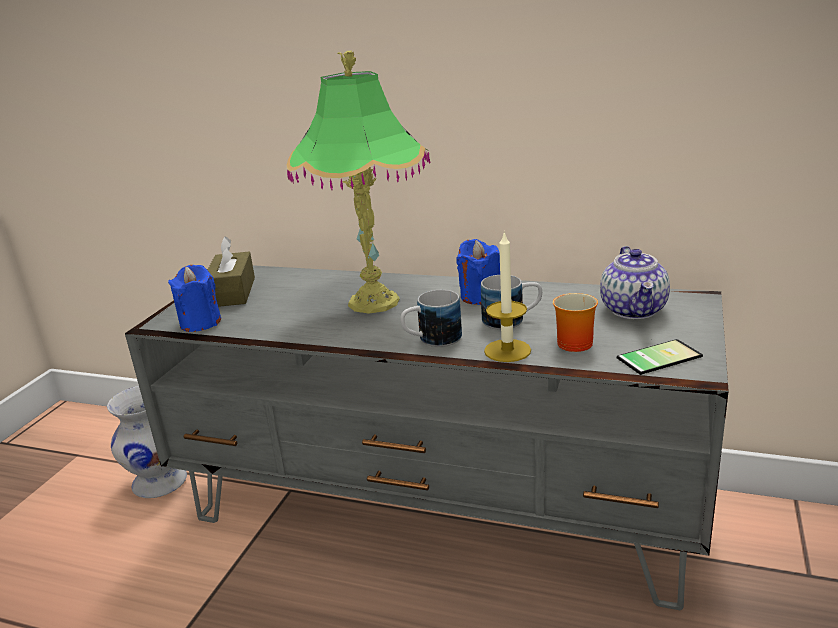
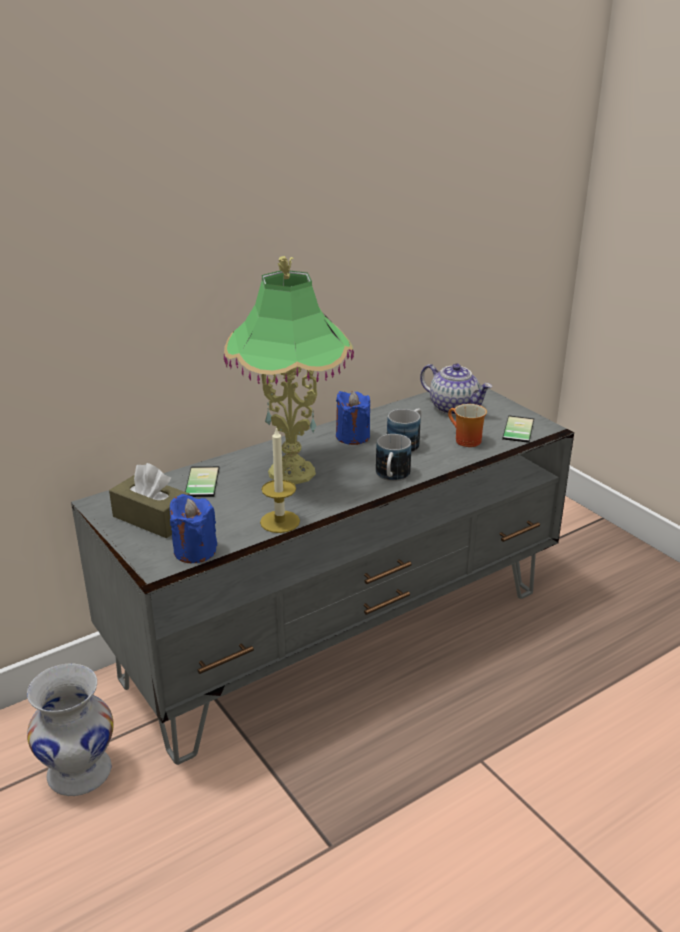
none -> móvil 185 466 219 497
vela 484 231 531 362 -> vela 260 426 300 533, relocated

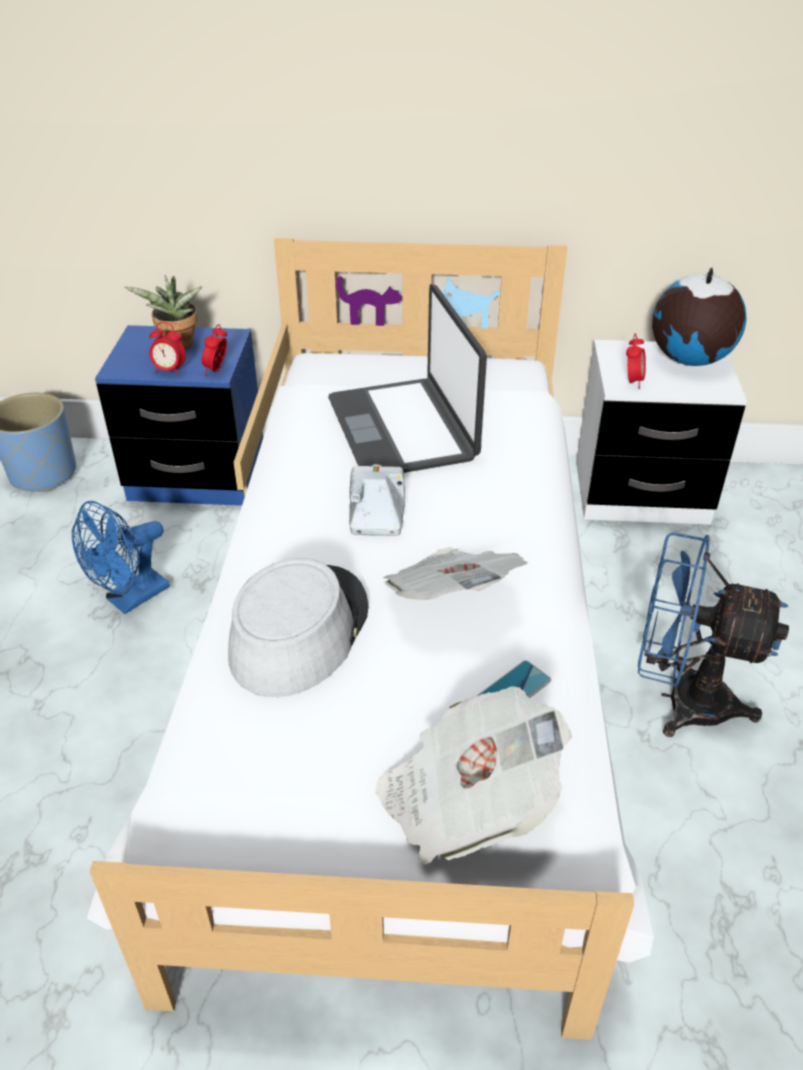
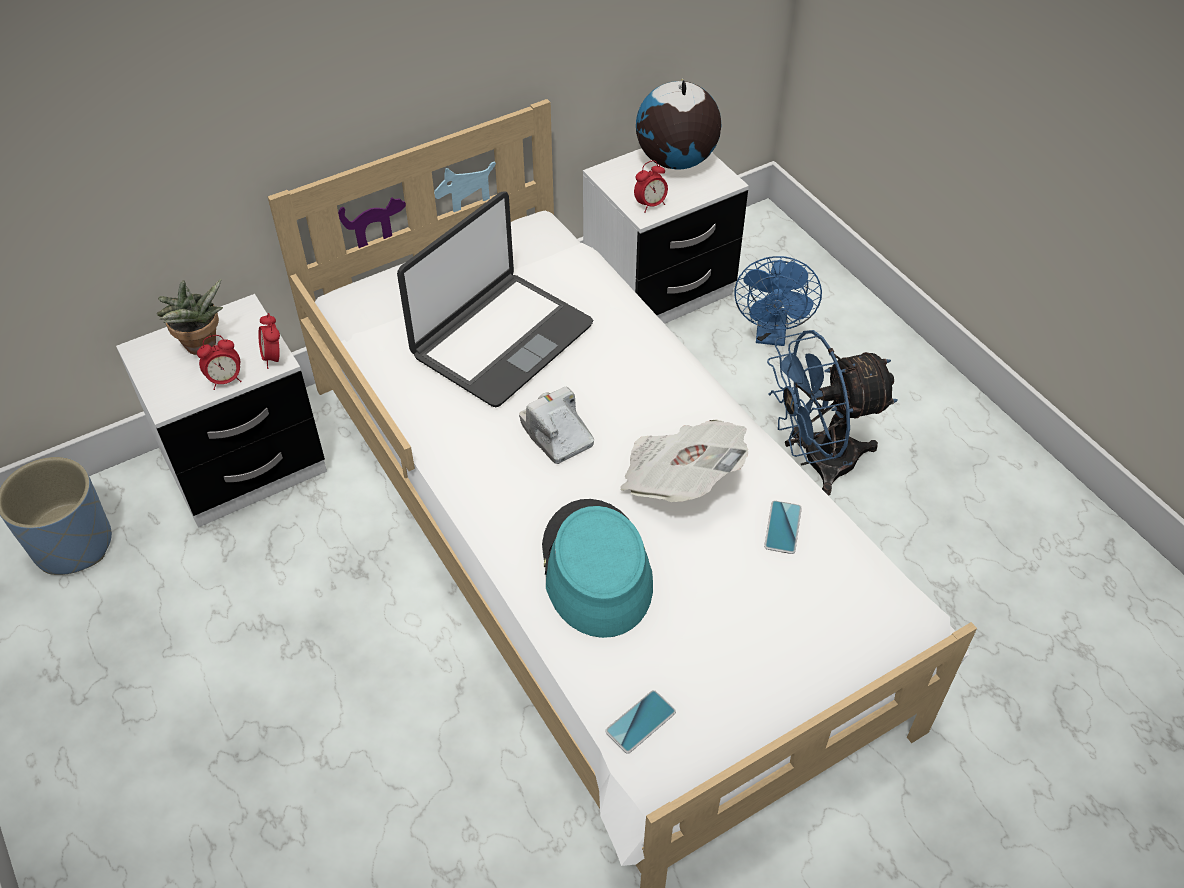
mesita de noche [azul] 95 325 263 506 -> mesita de noche [blanco] 116 294 327 528
portátil 328 284 487 473 -> portátil 397 191 593 407, 90 degrees counterclockwise
sombrero [gris] 228 558 369 697 -> sombrero [turquesa] 542 499 653 638
none -> móvil 605 690 676 754
despertador 626 333 646 389 -> despertador 634 161 668 213, 75 degrees clockwise
ventilador [azul] 72 501 170 614 -> ventilador [azul] 734 256 822 346, relocated
periódico 375 686 572 864 -> none

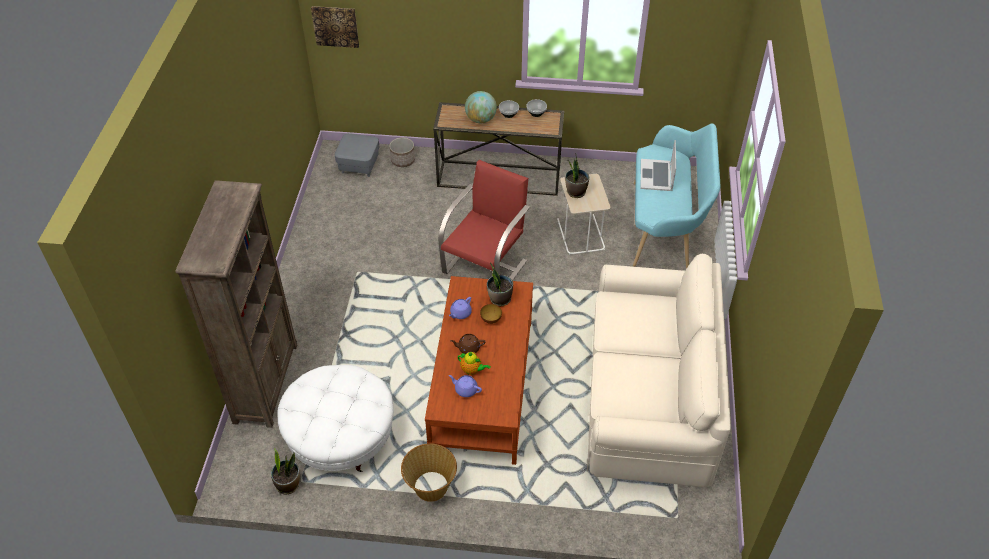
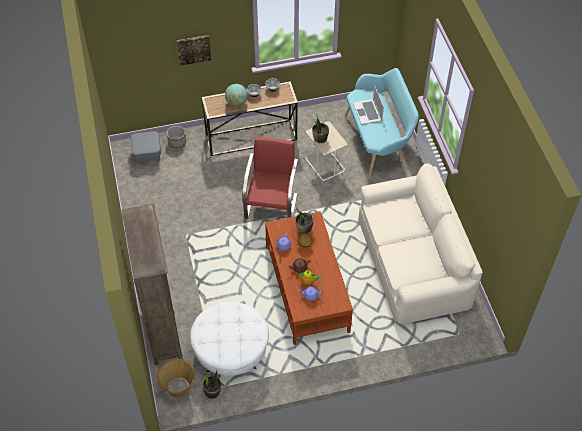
cesta 401 443 457 502 -> cesta 157 359 195 398, relocated
cuadro 311 6 359 48 -> cuadro 177 35 211 66, relocated

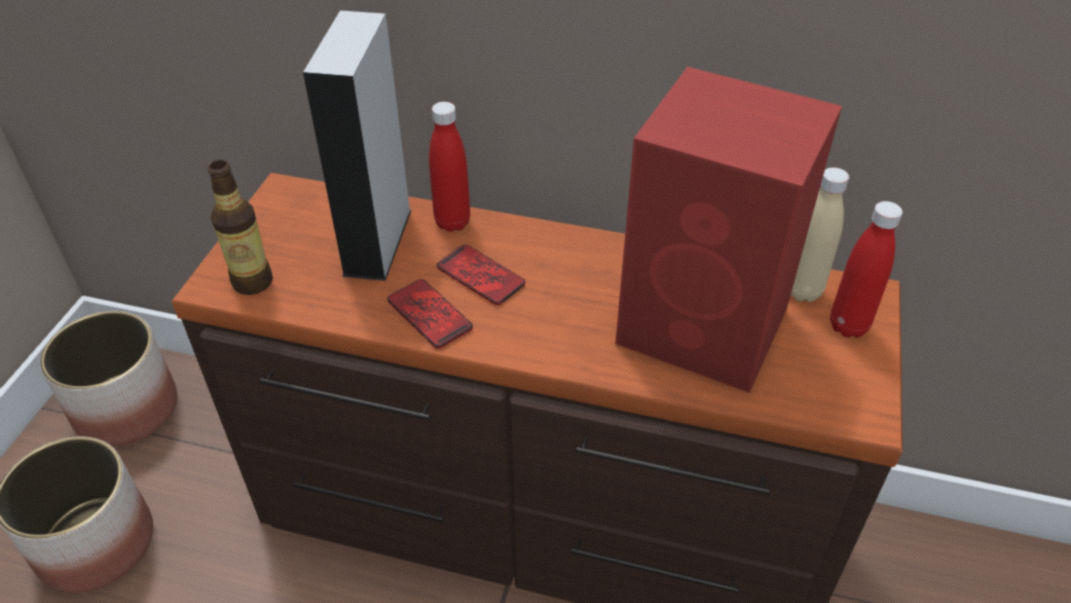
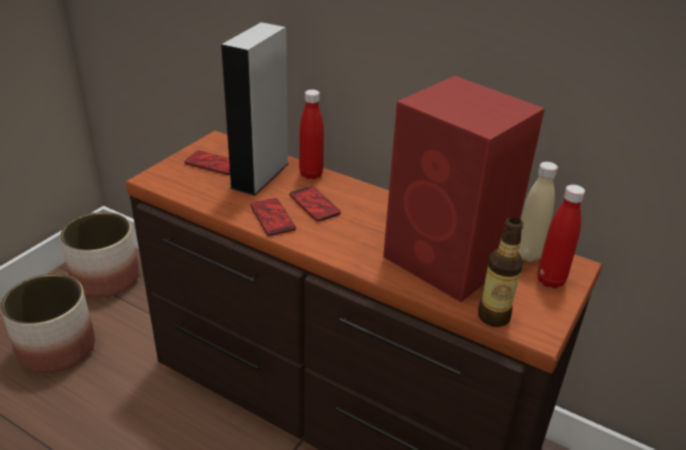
none -> móvil 184 151 230 175
botella 207 160 273 295 -> botella 478 217 524 327, relocated

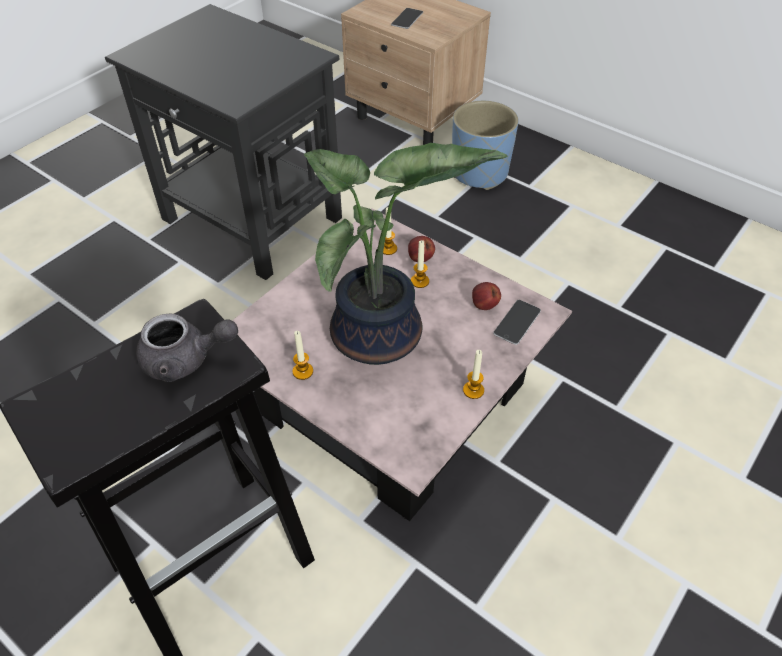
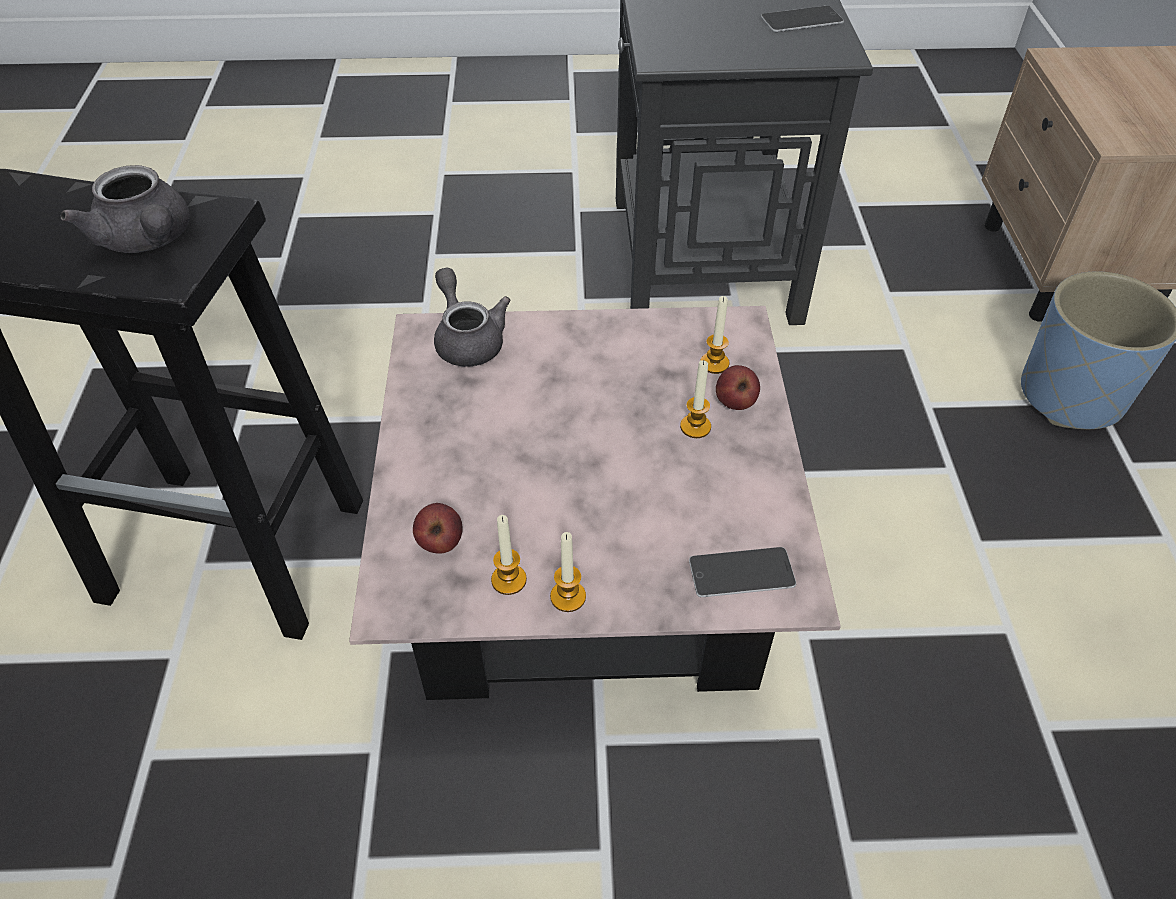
manzana 472 282 501 310 -> manzana 413 503 463 554, relocated
none -> tetera [gris] 434 267 511 367
vela 293 331 313 380 -> vela 491 515 527 595, relocated
móvil 391 8 423 29 -> móvil 761 6 844 32, relocated
planta en maceta 304 143 508 365 -> none

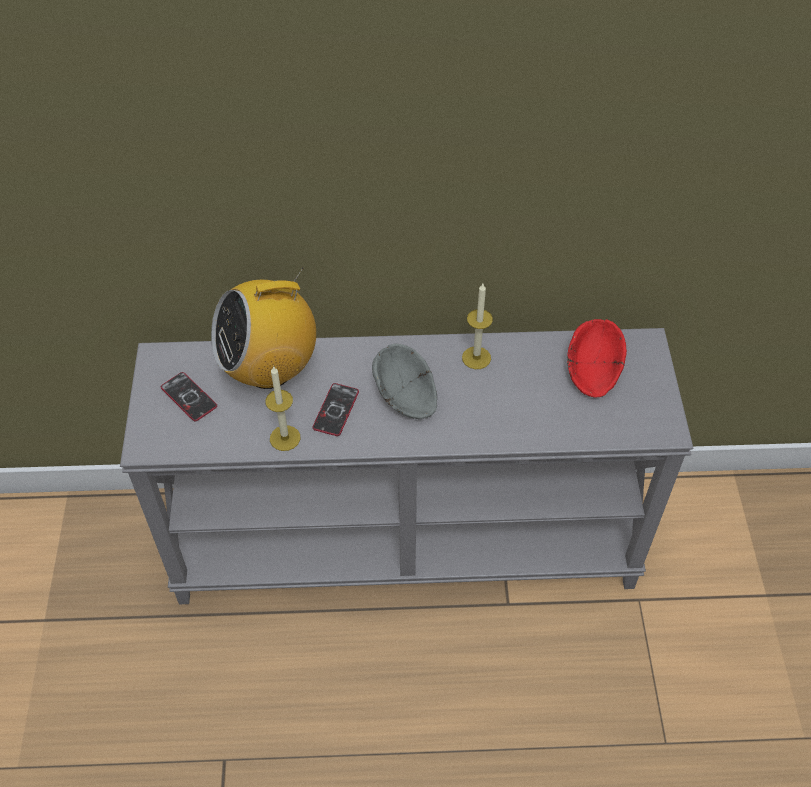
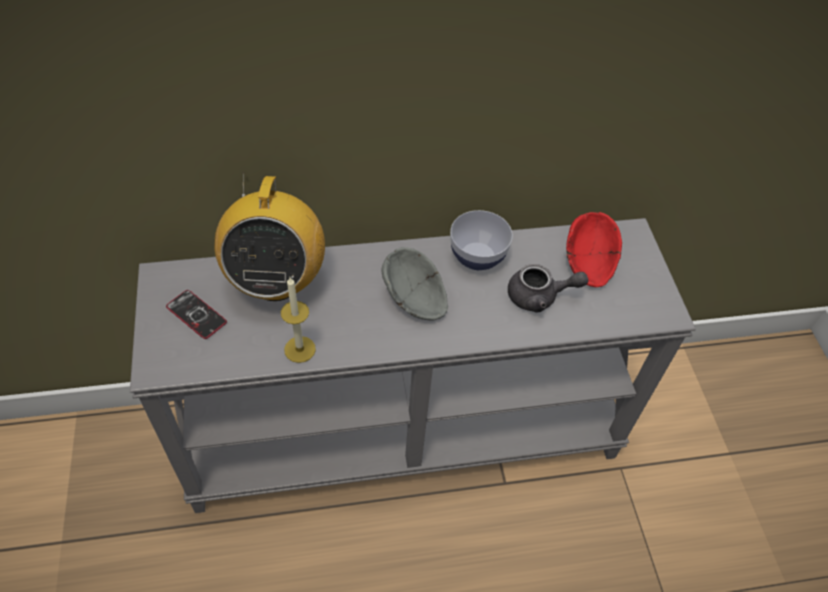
radio 211 267 316 389 -> radio 214 172 325 301, 60 degrees counterclockwise
vela 462 284 493 369 -> cuenco 450 210 513 270
none -> tetera [gris] 508 264 589 312
móvil 312 383 359 436 -> none

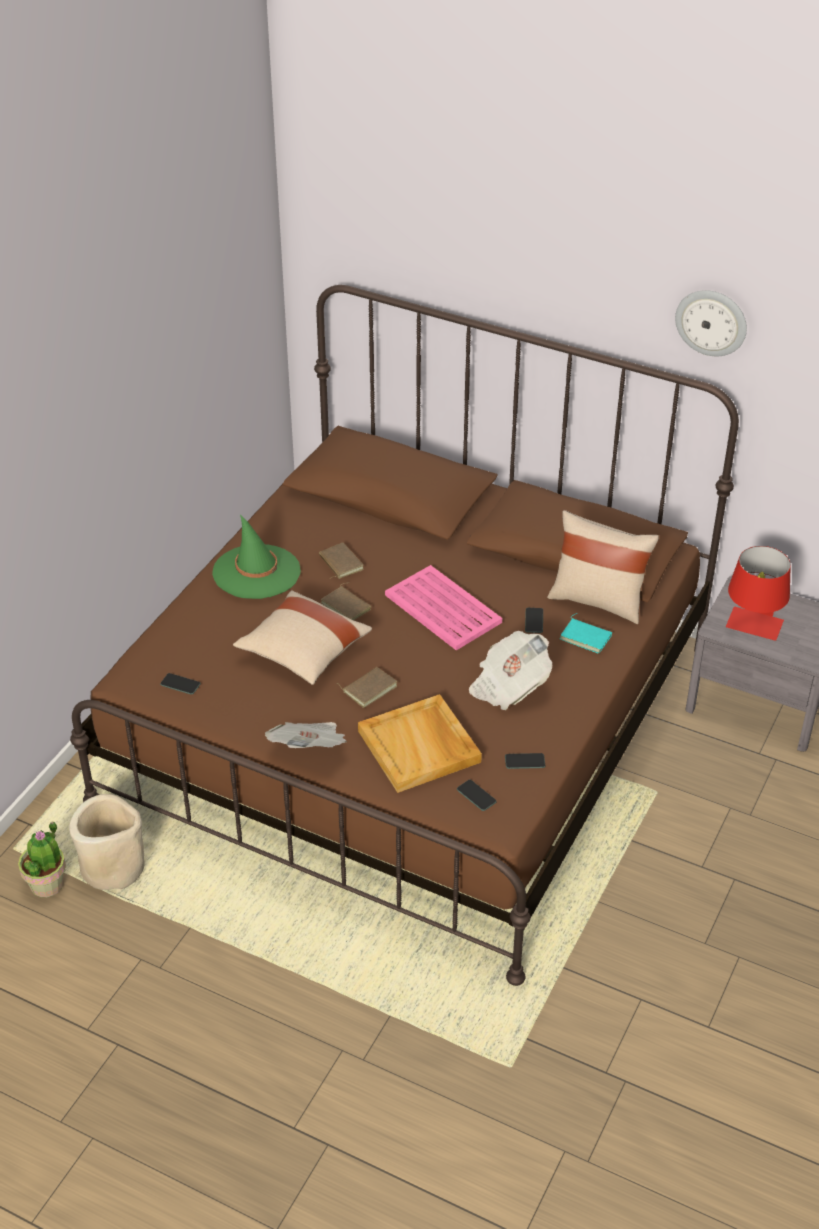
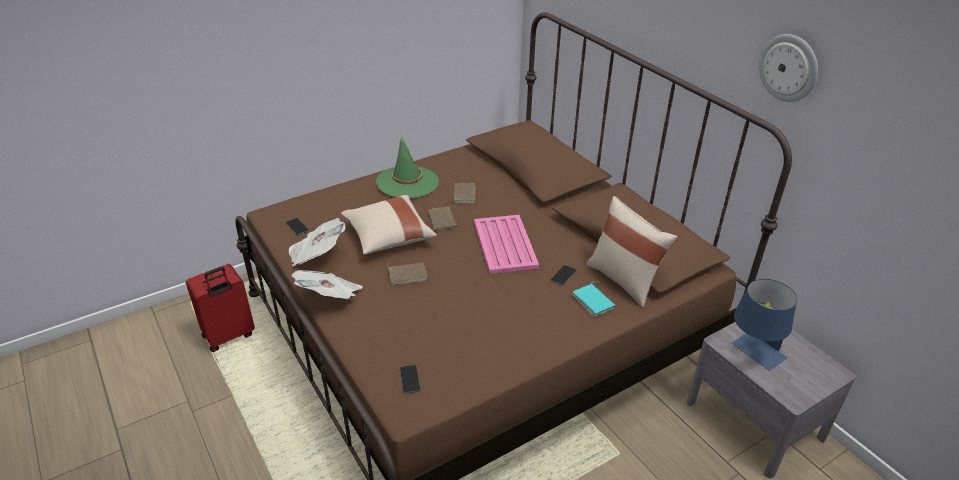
maceta [beis] 69 794 145 890 -> maleta [rojo] 186 264 255 352
periódico 469 631 552 710 -> periódico 288 218 345 266, relocated
lámpara de mesa [rojo] 726 546 791 641 -> lámpara de mesa [azul] 731 279 797 371
planta en maceta 18 821 66 897 -> none
bandeja [beis] 358 694 482 793 -> none
móvil 505 753 545 769 -> none

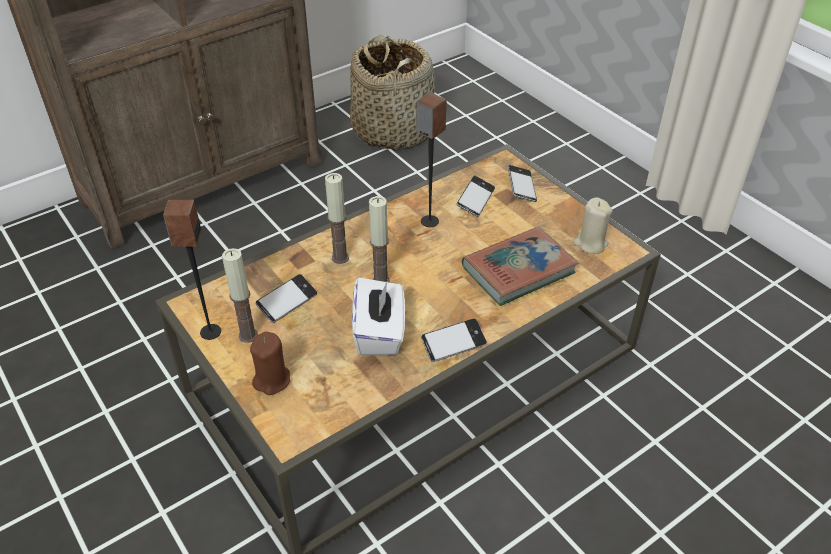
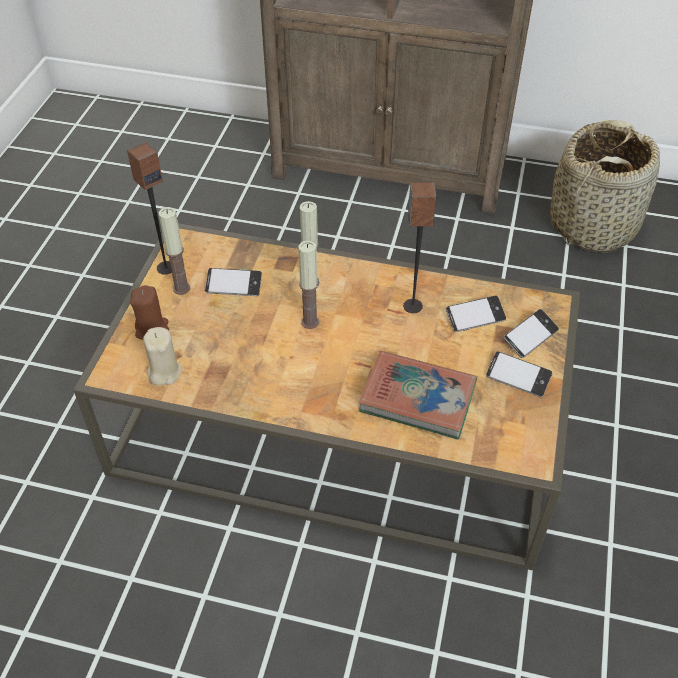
vela [beis] 573 197 613 254 -> vela [beis] 143 327 182 385, relocated
móvil 421 318 487 362 -> móvil 486 351 553 397, relocated
caja de pañuelos [blanco] 352 277 405 355 -> none

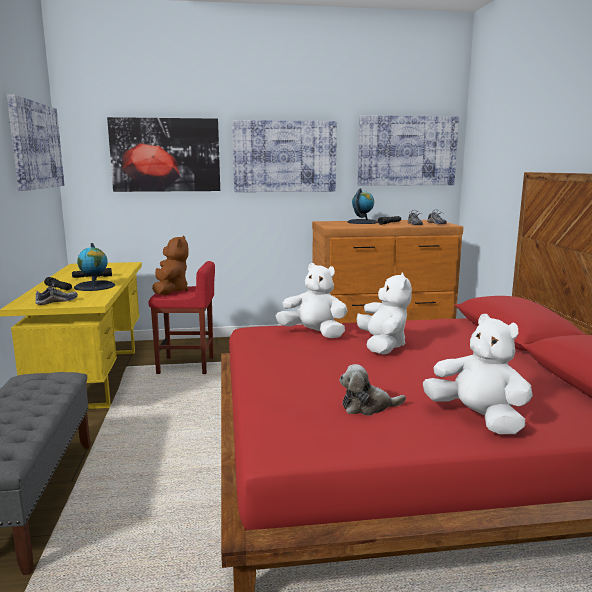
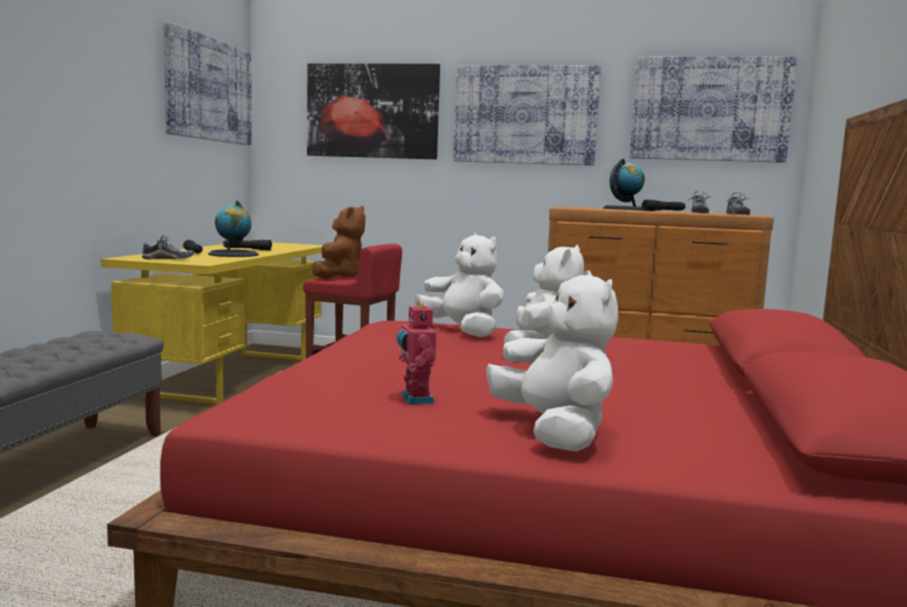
peluche 339 364 406 416 -> robot de juguete 397 302 436 404

